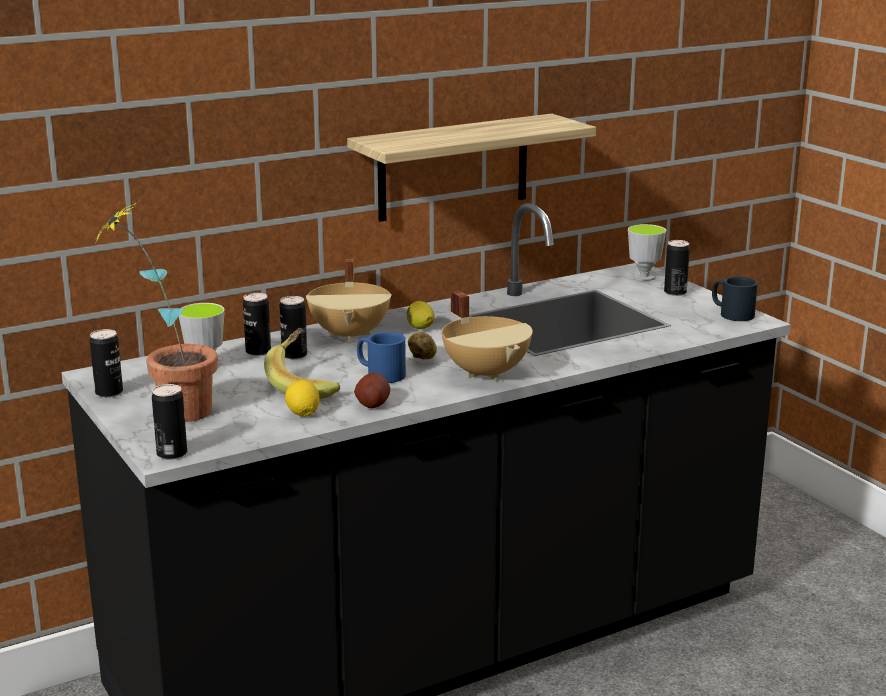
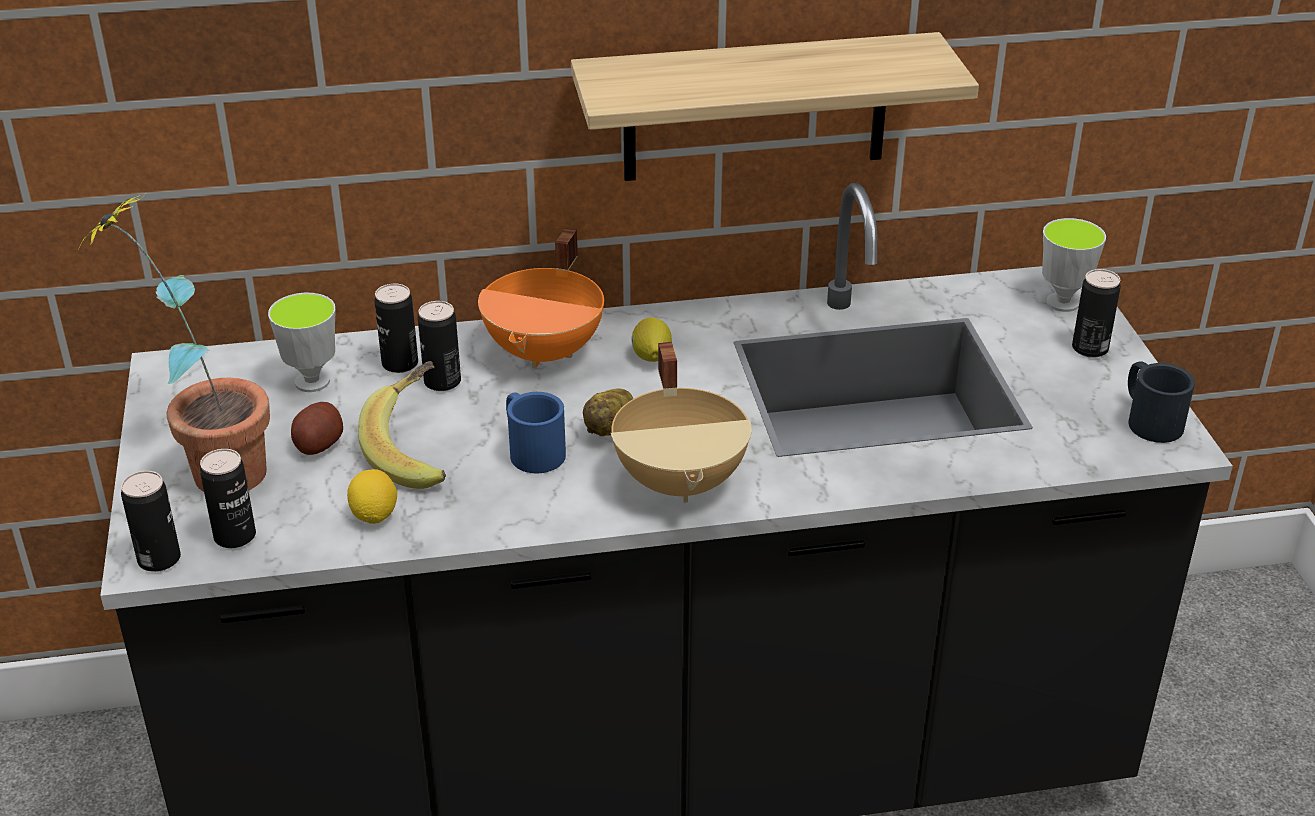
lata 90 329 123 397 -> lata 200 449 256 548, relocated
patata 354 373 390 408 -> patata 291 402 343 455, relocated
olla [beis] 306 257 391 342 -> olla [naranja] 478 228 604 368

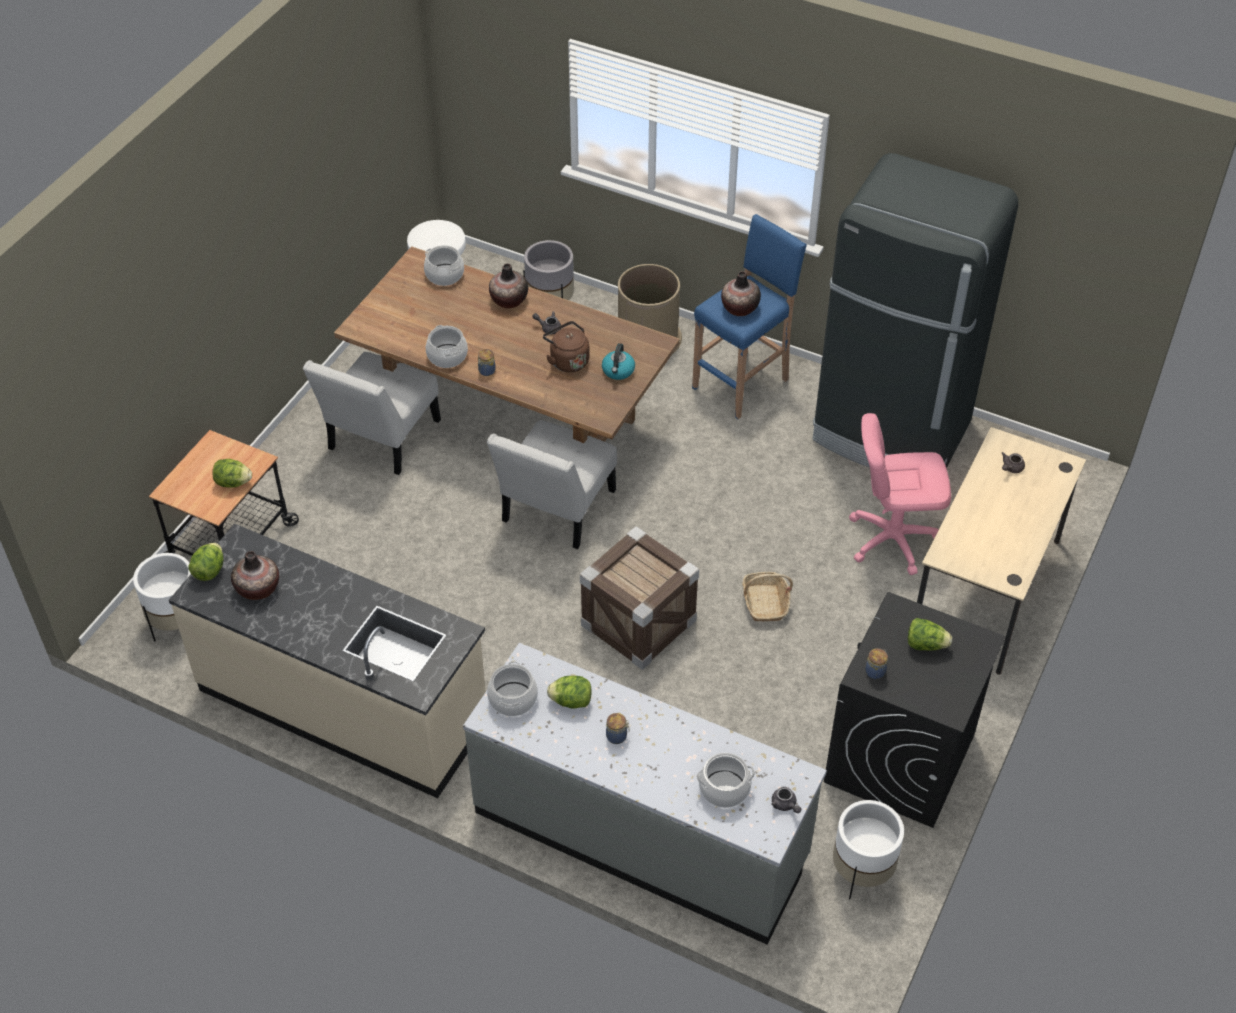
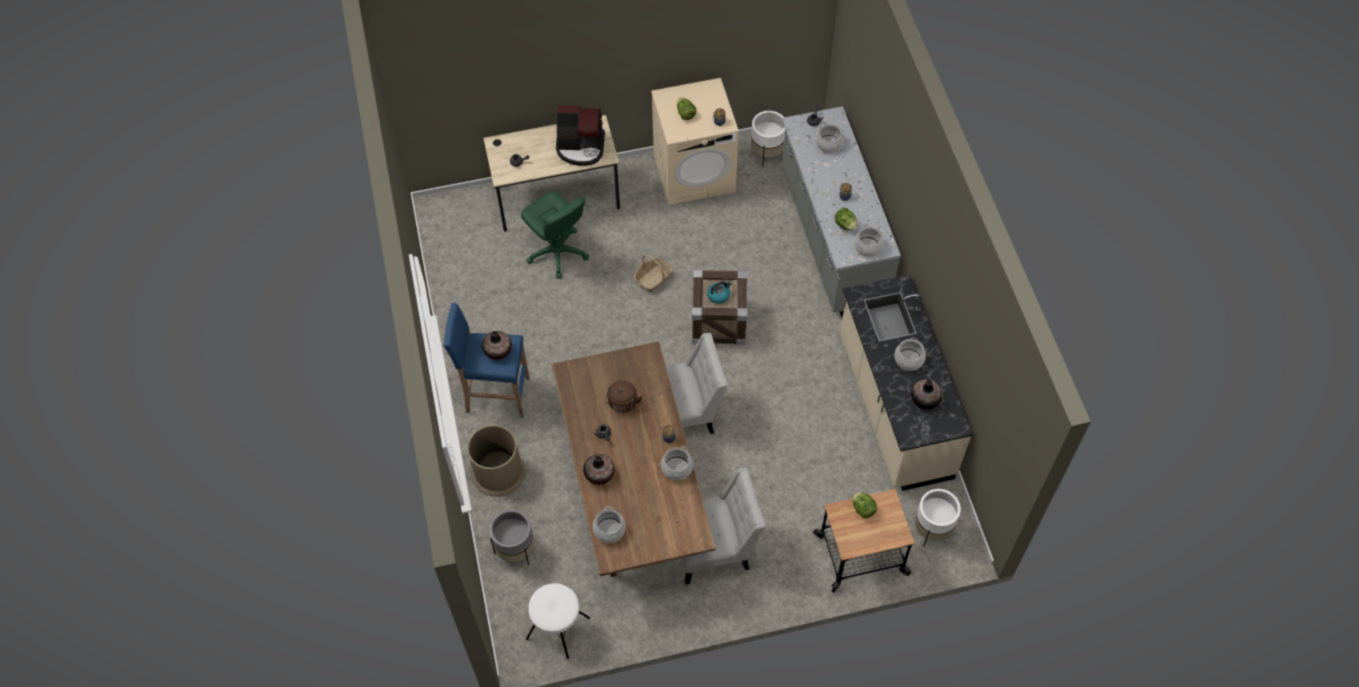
silla de oficina [rosa] 849 413 951 575 -> silla de oficina [verde] 521 191 589 279
none -> cafetera 556 105 605 166
lavadora [negro] 824 592 1006 828 -> lavadora [beis] 651 78 739 205
hervidor 602 343 635 380 -> hervidor 707 281 732 304, relocated
none -> olla 894 337 926 371
lechuga 189 543 223 581 -> none
nevera [negro] 812 153 1018 468 -> none

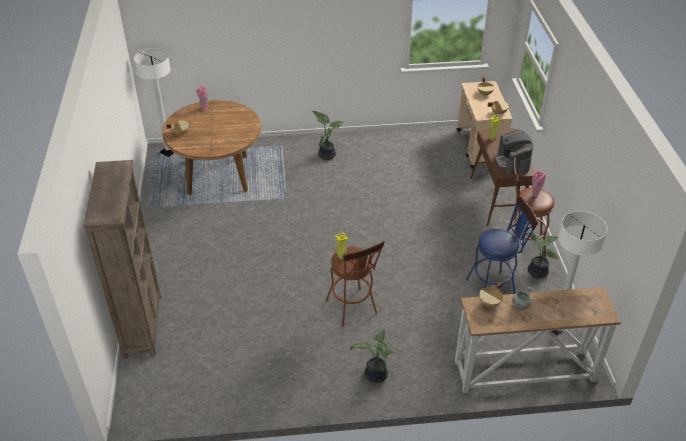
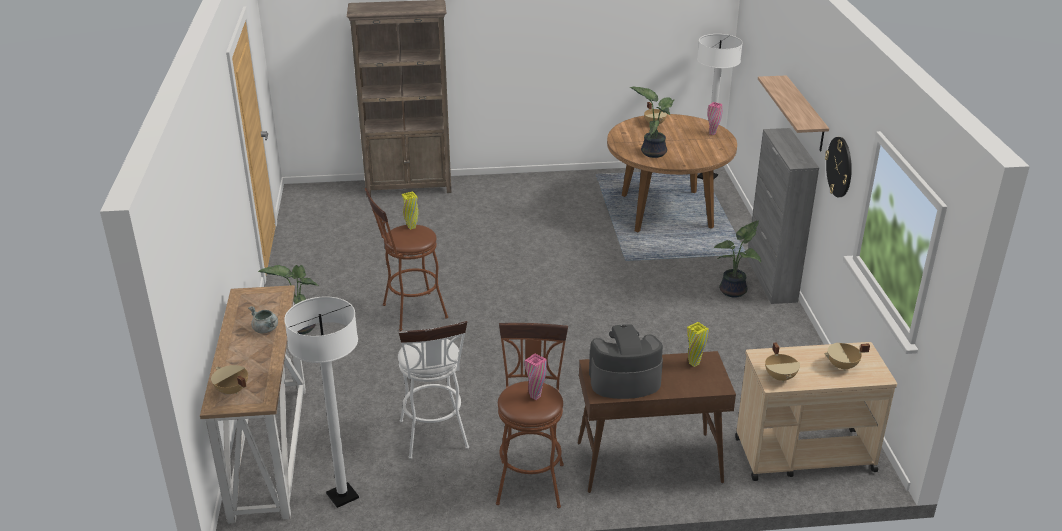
olla [beis] 479 282 503 307 -> olla [beis] 211 365 248 395, relocated
taburete [azul] 466 195 539 294 -> taburete [blanco] 398 321 469 459
planta en maceta 525 233 559 278 -> planta en maceta 630 87 674 158, relocated
none -> armario [gris] 747 128 819 304
none -> estante 758 75 829 152
none -> reloj de pared 825 137 852 197

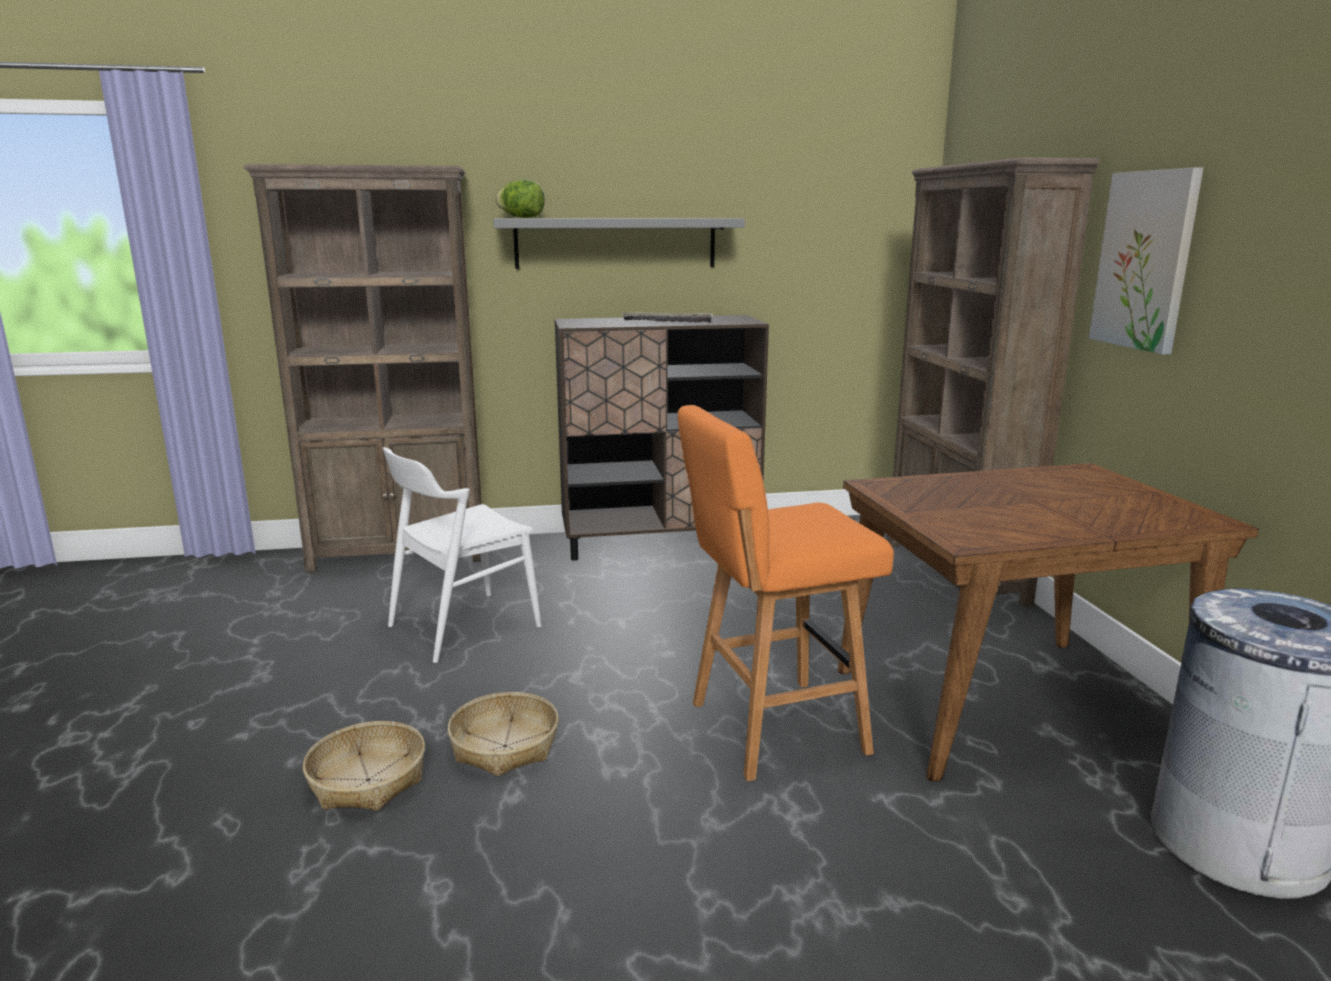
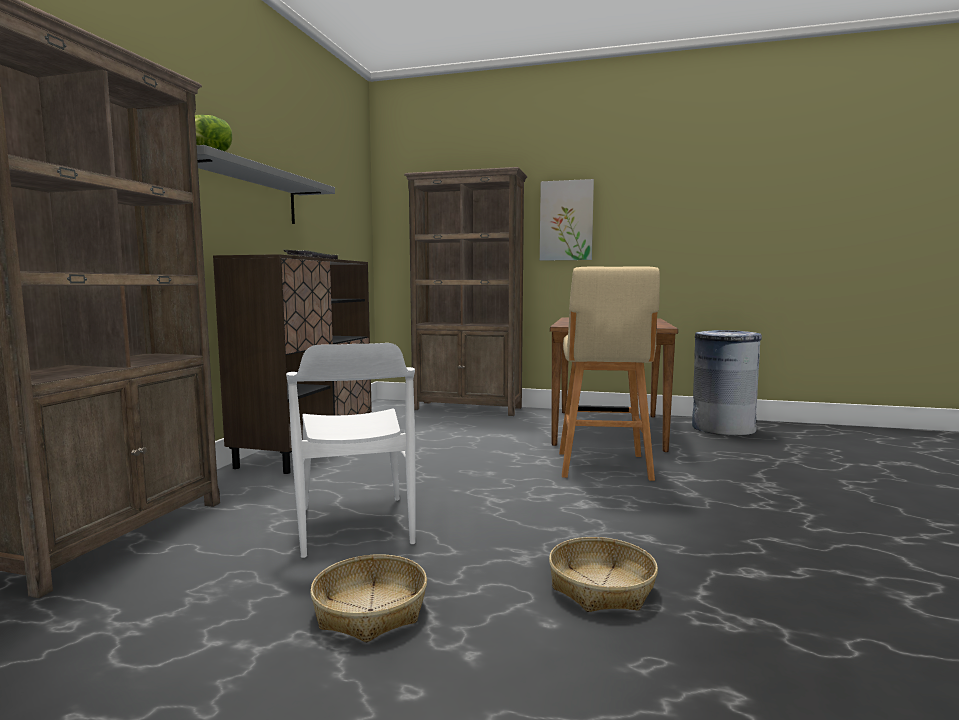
cesta 447 692 558 777 -> cesta 310 554 427 643, relocated
taburete [naranja] 678 405 894 781 -> taburete [beis] 559 266 660 481

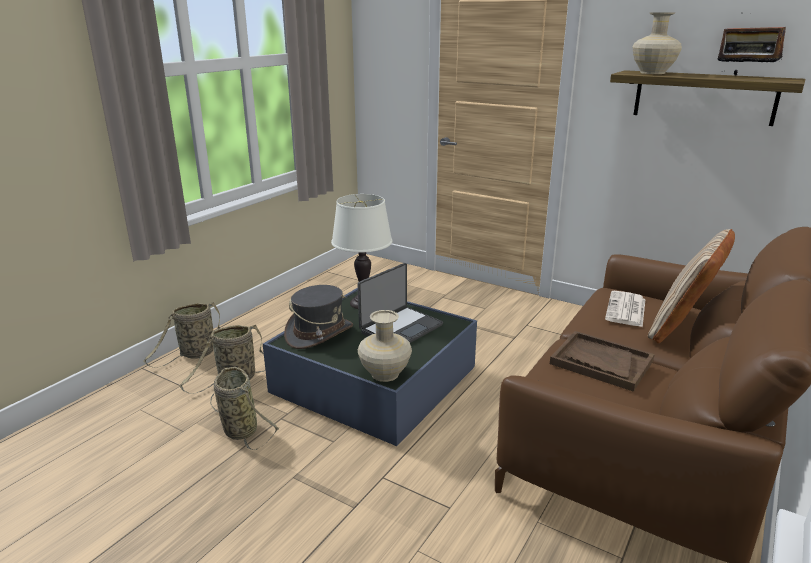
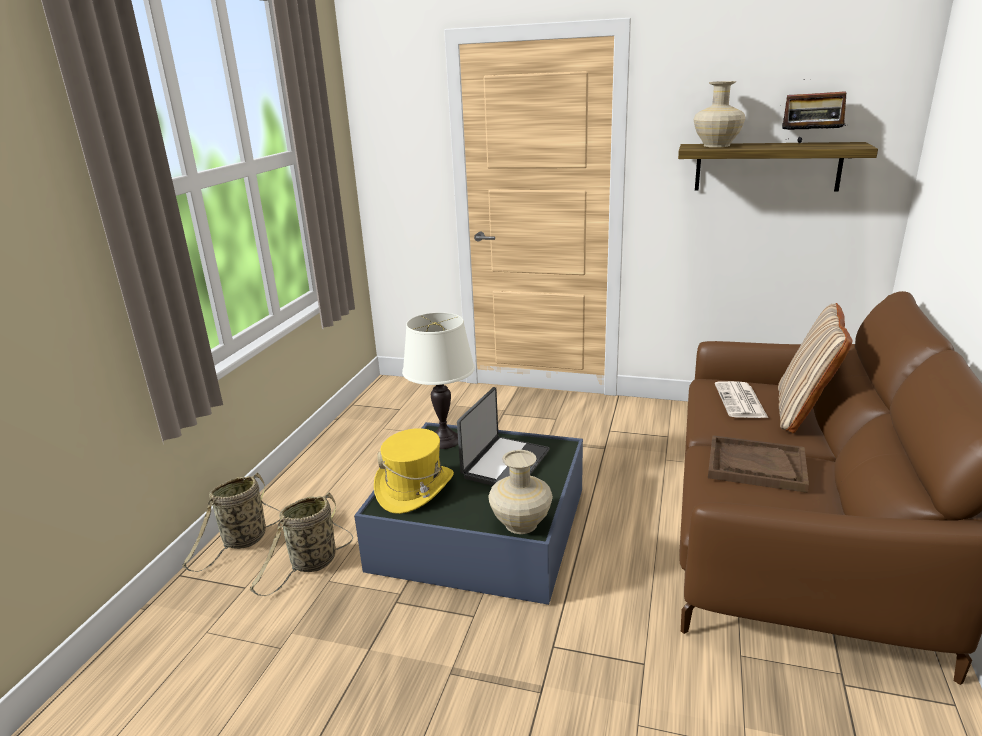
sombrero [gris] 284 285 353 349 -> sombrero [amarillo] 374 428 454 514
cesta 210 367 280 450 -> none

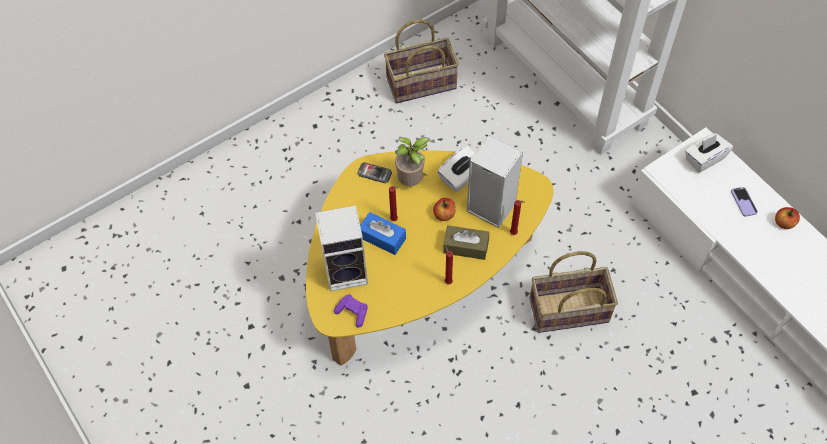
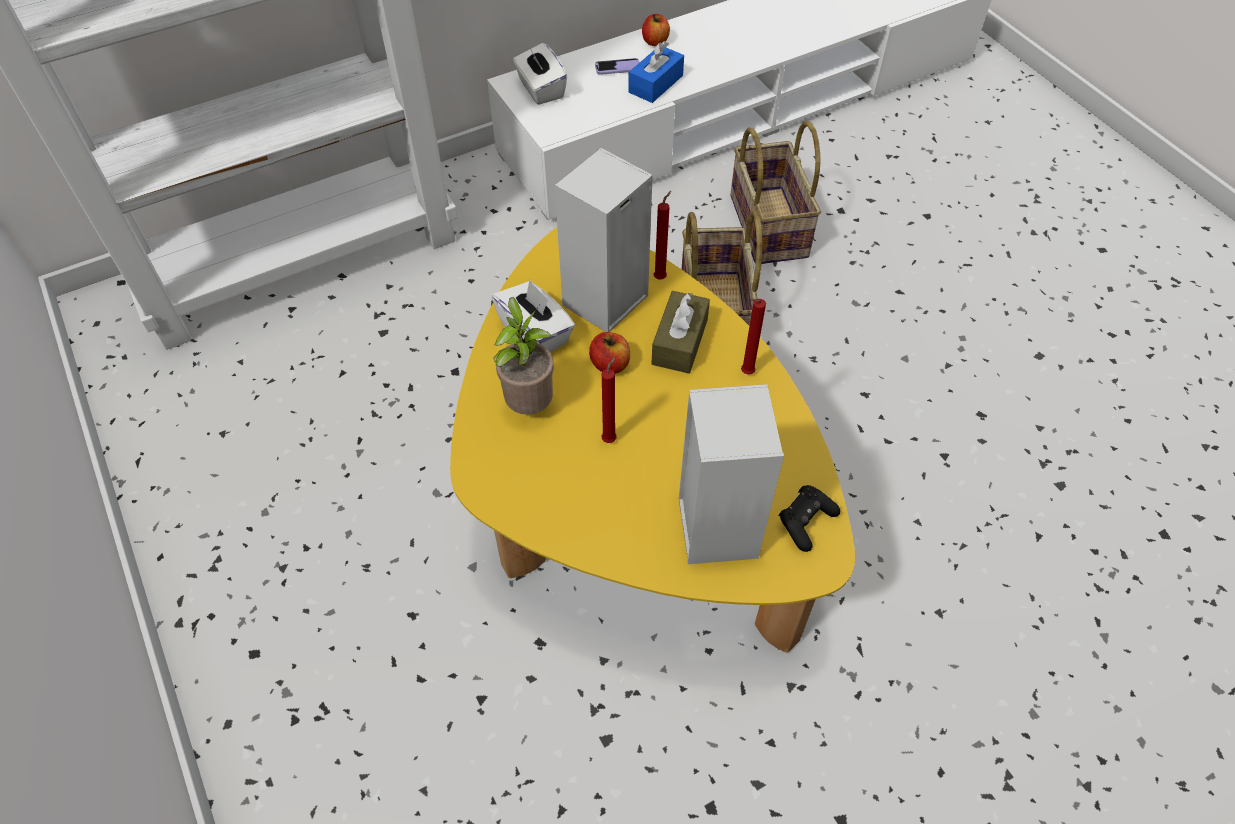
caja de pañuelos [azul] 360 212 406 255 -> caja de pañuelos [azul] 628 41 684 103, relocated
cesta 384 19 459 103 -> cesta 730 121 821 264, relocated
mando de consola [morado] 334 294 368 328 -> mando de consola [negro] 778 485 840 552
móvil 357 162 392 183 -> none

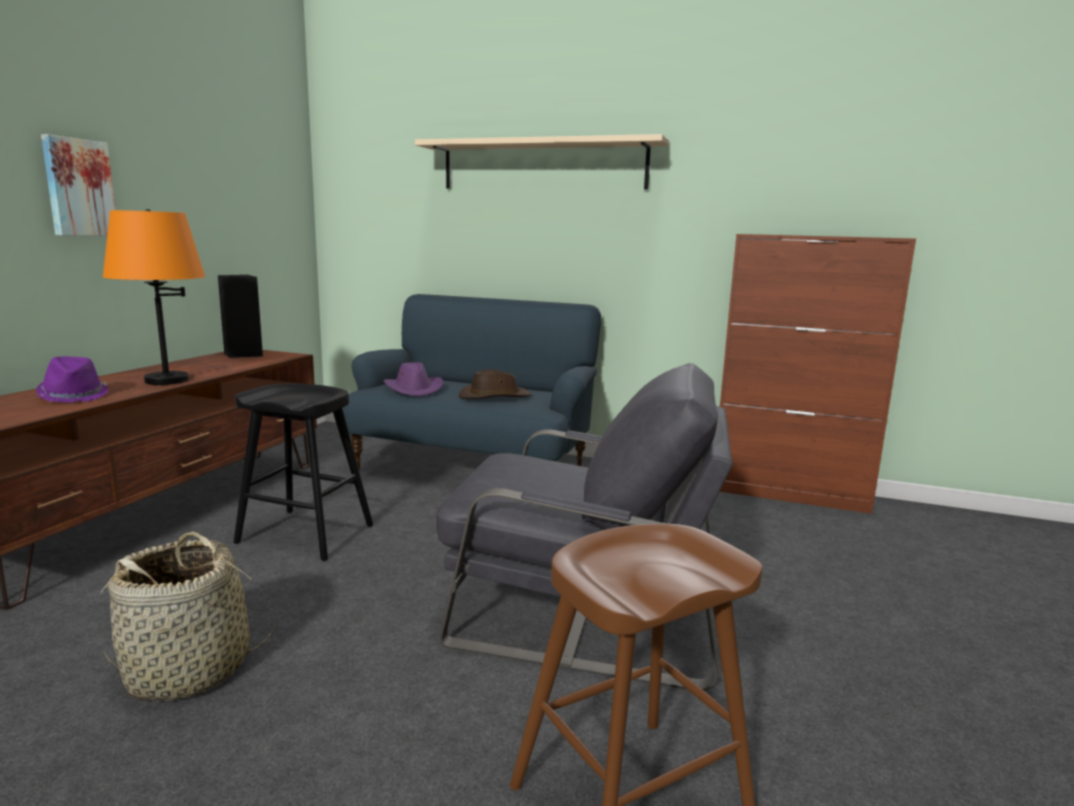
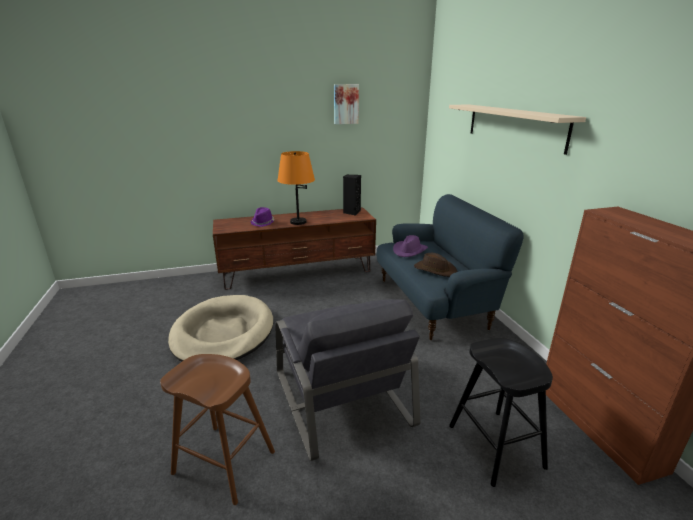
cesta 101 532 274 701 -> cama para perro [beis] 168 295 273 361
cuadro 41 134 116 236 -> cuadro 334 84 359 124, relocated
taburete [negro] 233 384 373 561 -> taburete [negro] 449 338 553 487, relocated

